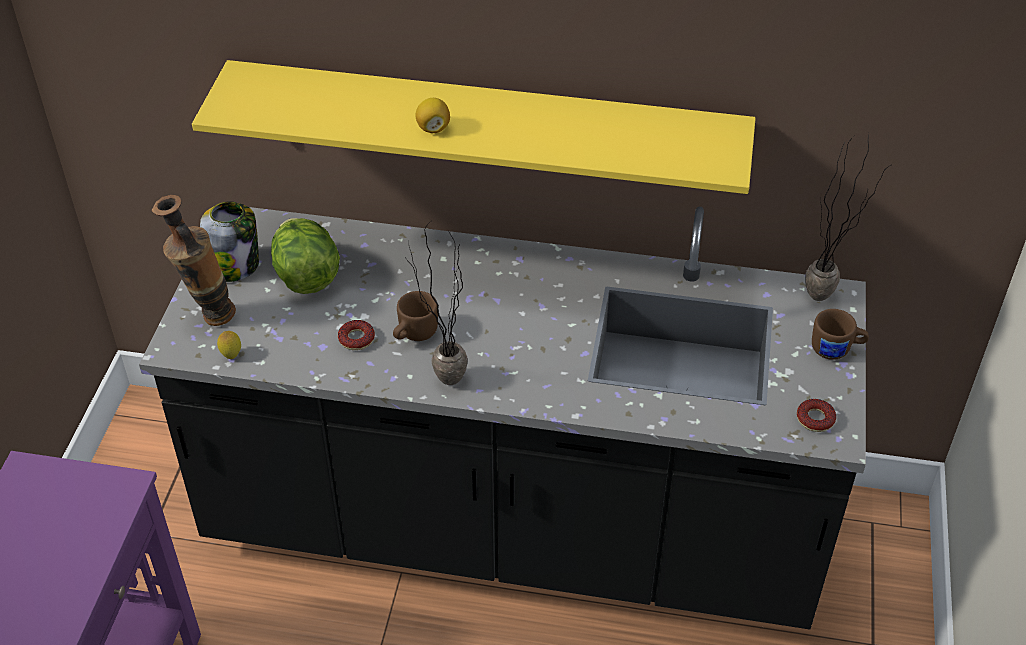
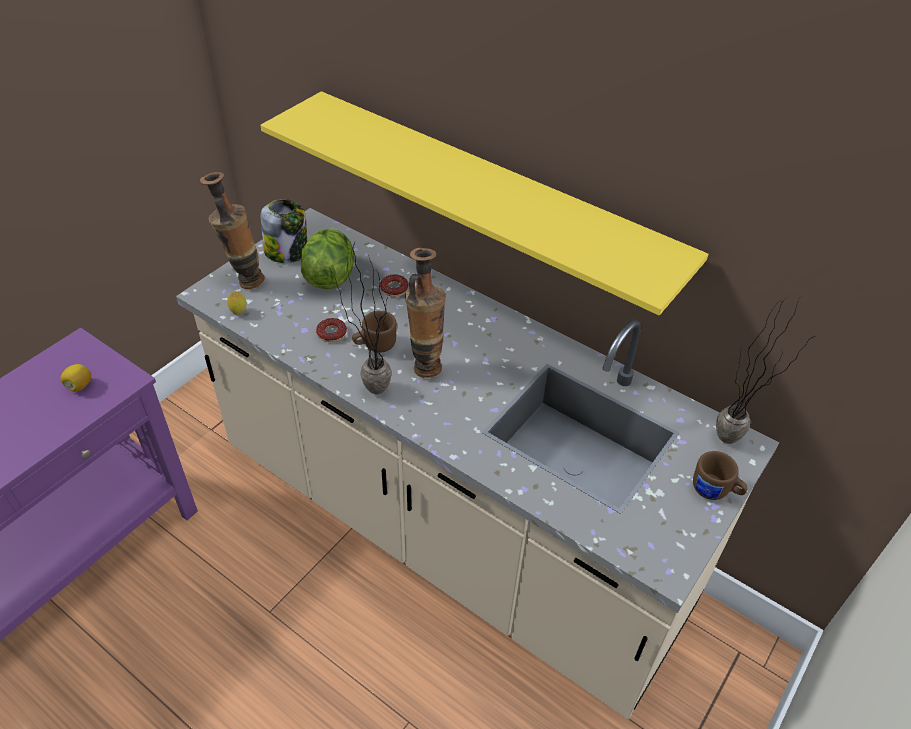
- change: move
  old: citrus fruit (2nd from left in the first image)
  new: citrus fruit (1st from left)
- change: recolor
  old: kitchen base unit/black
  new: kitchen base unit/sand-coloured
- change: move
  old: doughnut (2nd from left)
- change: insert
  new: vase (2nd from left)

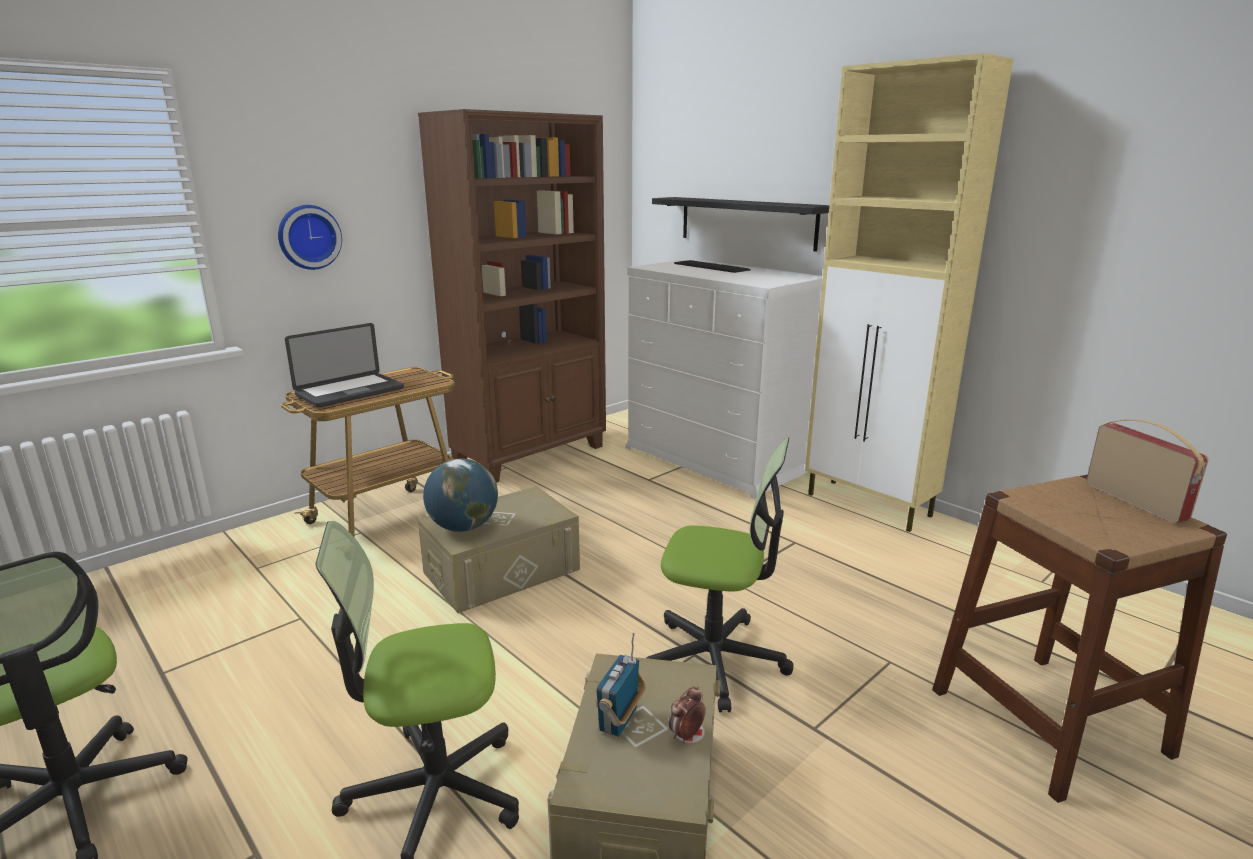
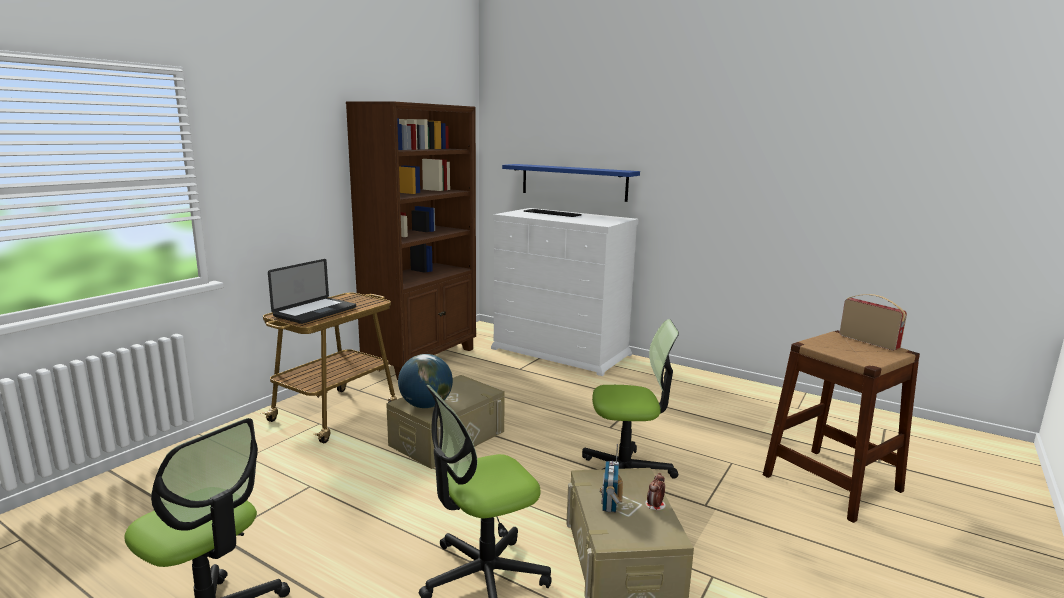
- change: recolor
  old: shelf/black
  new: shelf/blue-coloured
- change: delete
  old: wall clock
- change: delete
  old: cupboard/sand-coloured

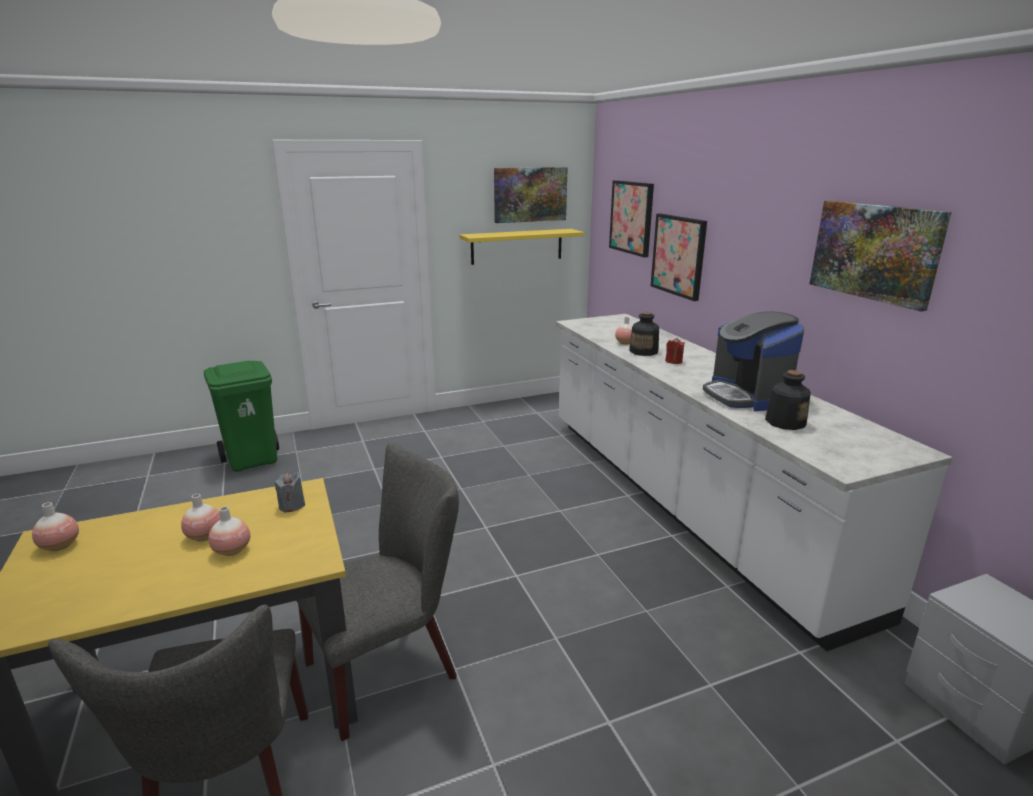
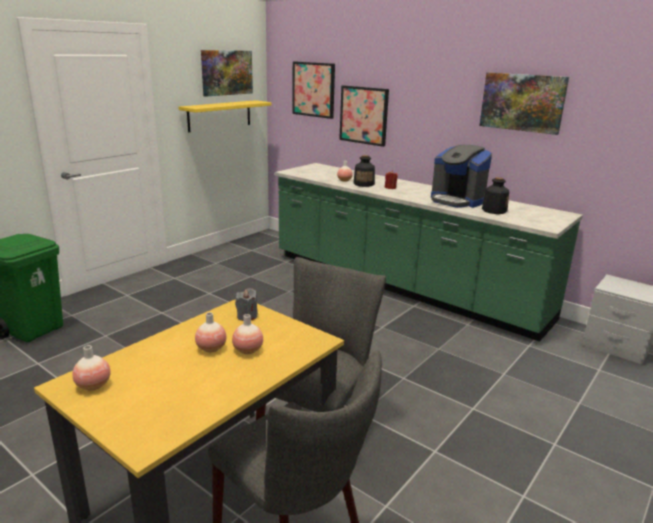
- change: recolor
  old: kitchen base unit/whitish
  new: kitchen base unit/green

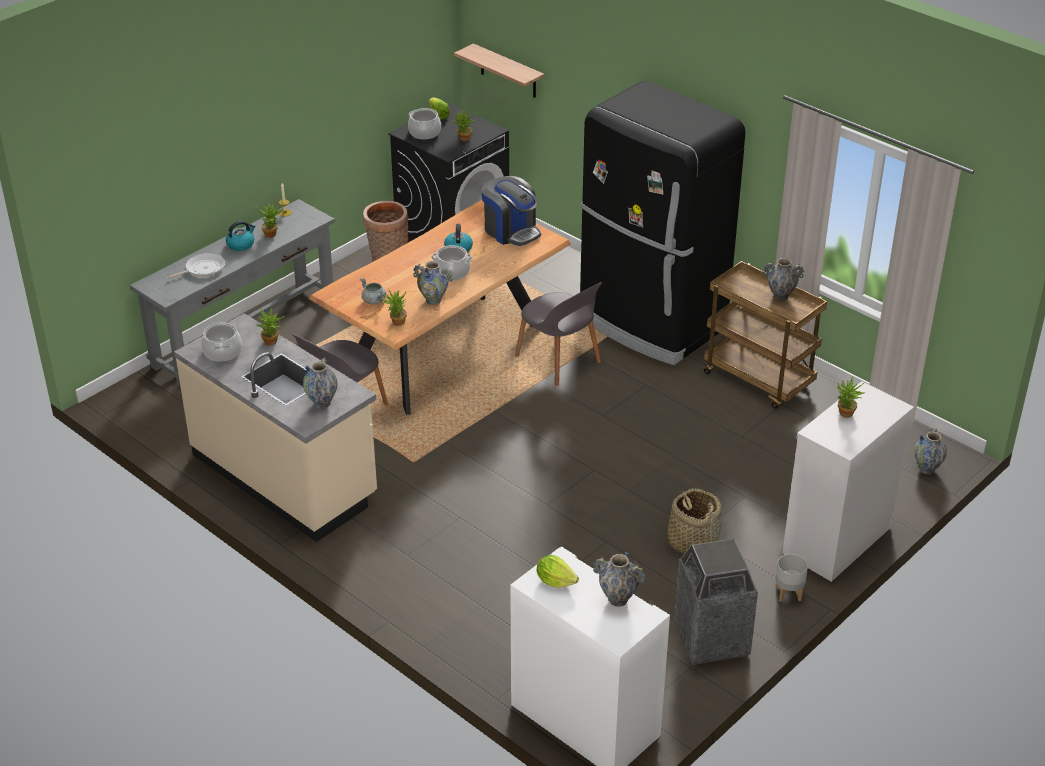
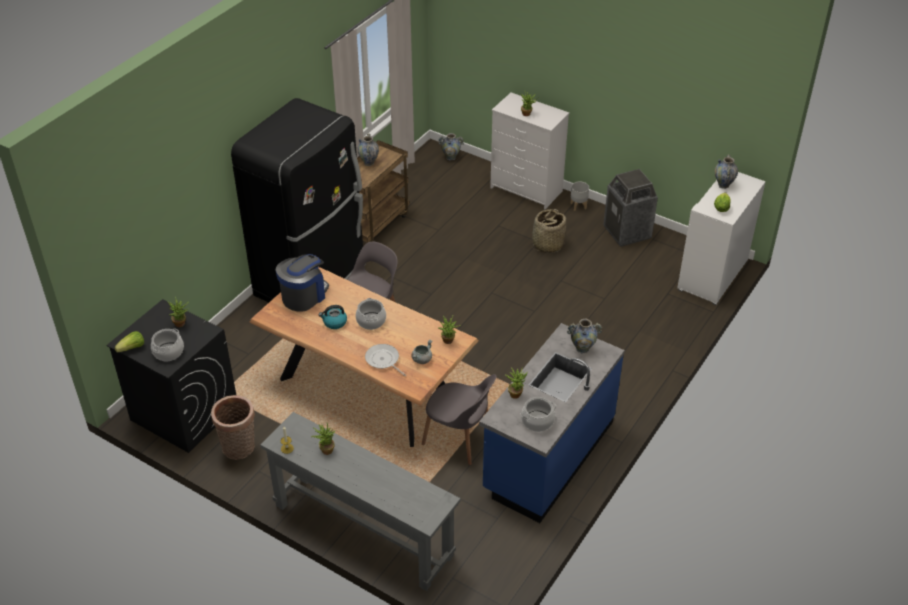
- change: move
  old: frying pan
- change: recolor
  old: kitchen base unit/sand-coloured
  new: kitchen base unit/blue-coloured
- change: delete
  old: tea kettle (1st from left)
- change: delete
  old: vase (2nd from left)
- change: delete
  old: shelf

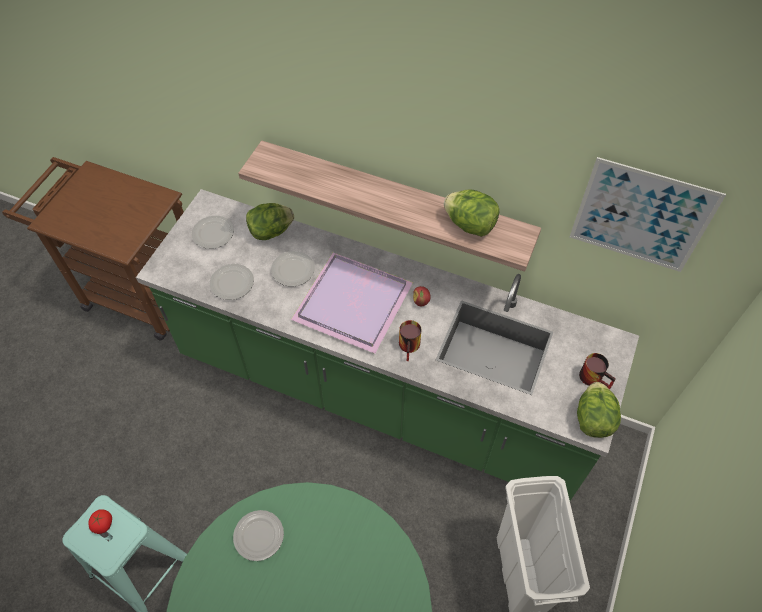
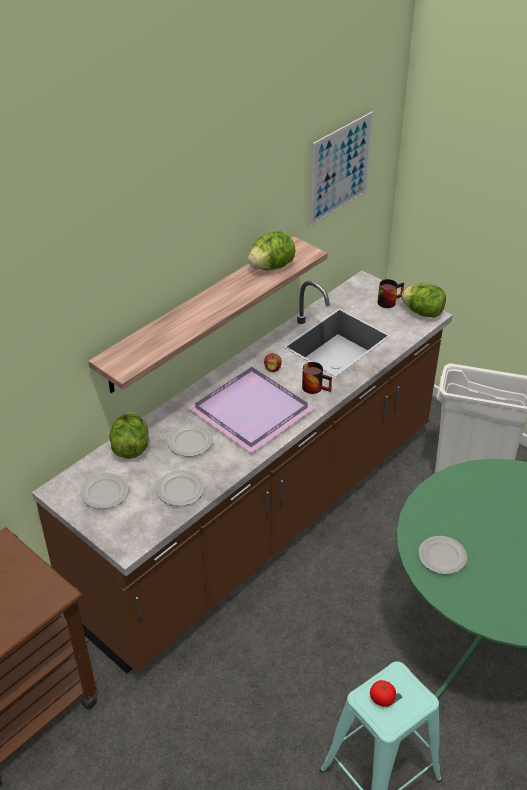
- change: recolor
  old: kitchen base unit/green
  new: kitchen base unit/brown-coloured

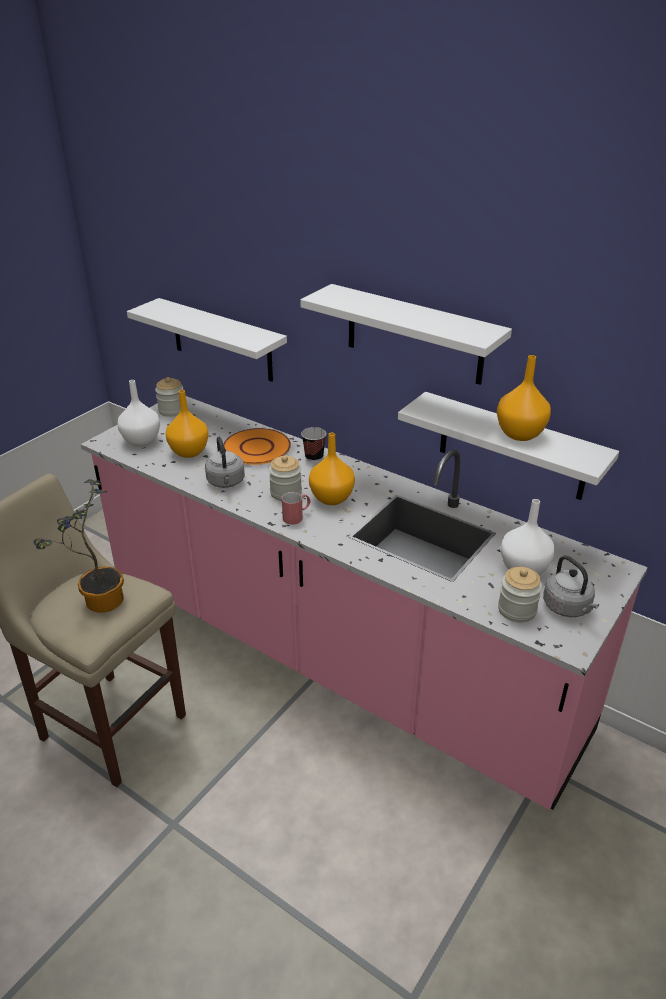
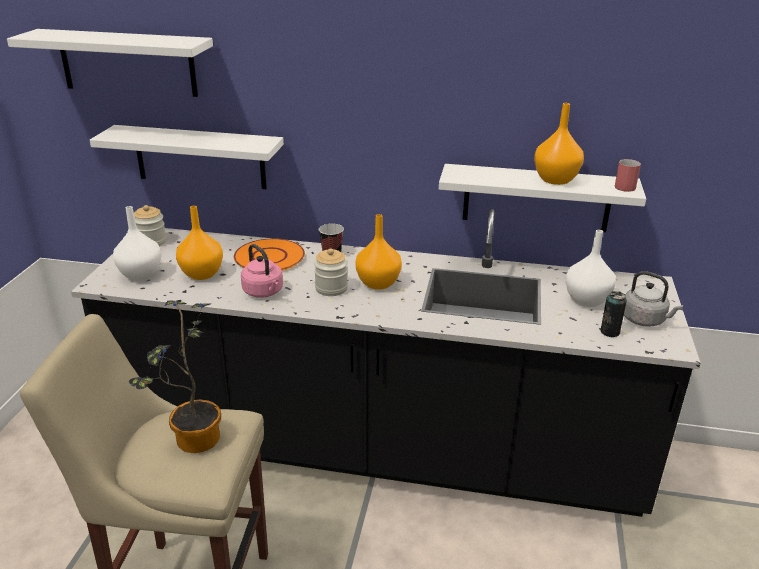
- change: move
  old: shelf/whitish (2nd from left in the first image)
  new: shelf/whitish (1st from left)
- change: recolor
  old: kitchen base unit/pinkish
  new: kitchen base unit/black
- change: recolor
  old: tea kettle/greyish (1st from left)
  new: tea kettle/pinkish
- change: replace
  old: jar (3rd from left)
  new: can
- change: move
  old: mug/reddish

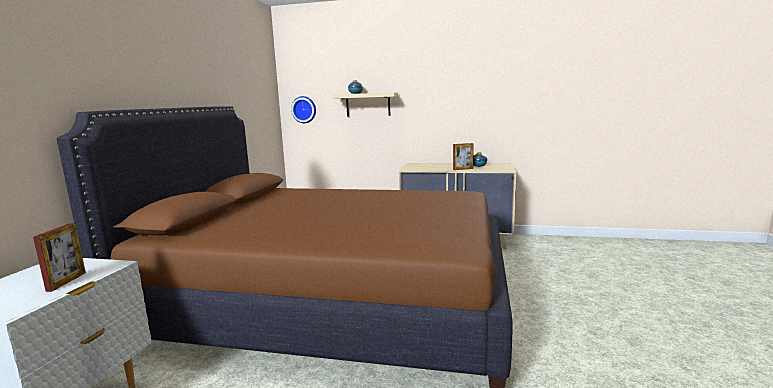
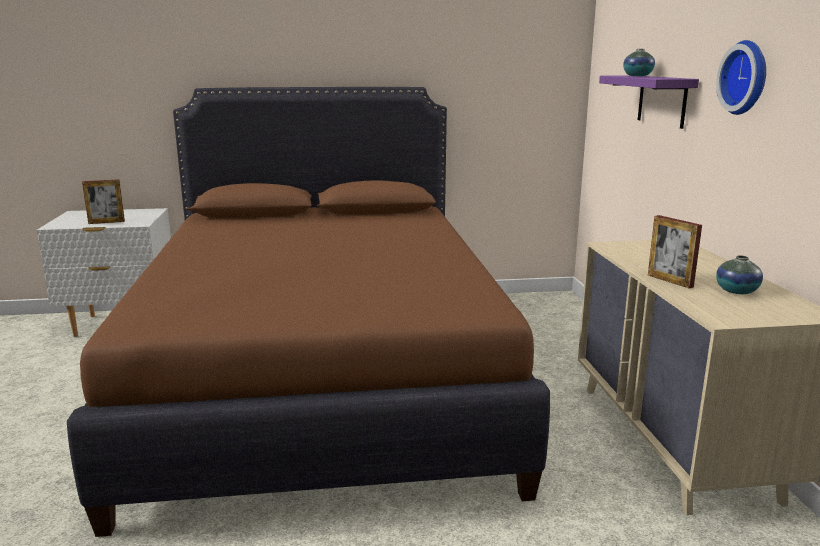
- change: recolor
  old: shelf/sand-coloured
  new: shelf/purple-coloured
- change: move
  old: wall clock

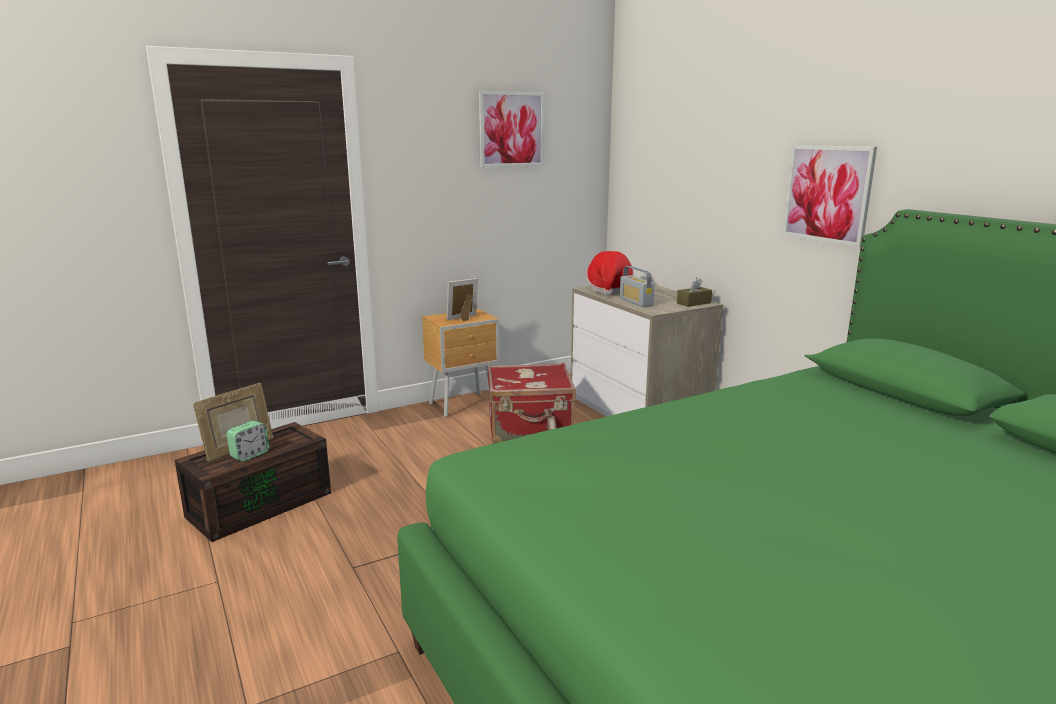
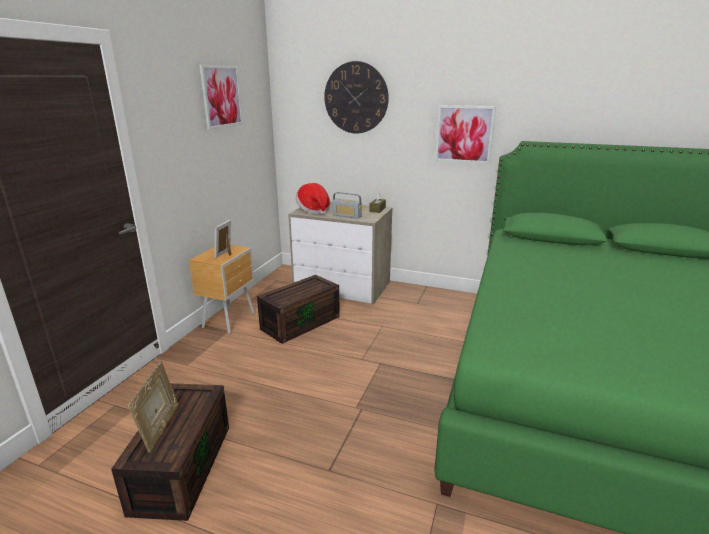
- change: replace
  old: travel case/reddish
  new: storage bin/brown-coloured (2nd from left)
- change: insert
  new: wall clock
- change: delete
  old: bedside clock

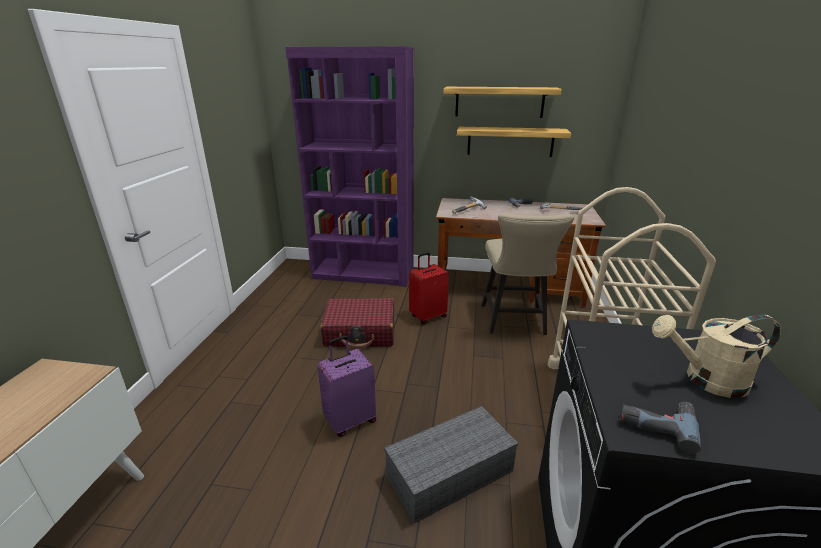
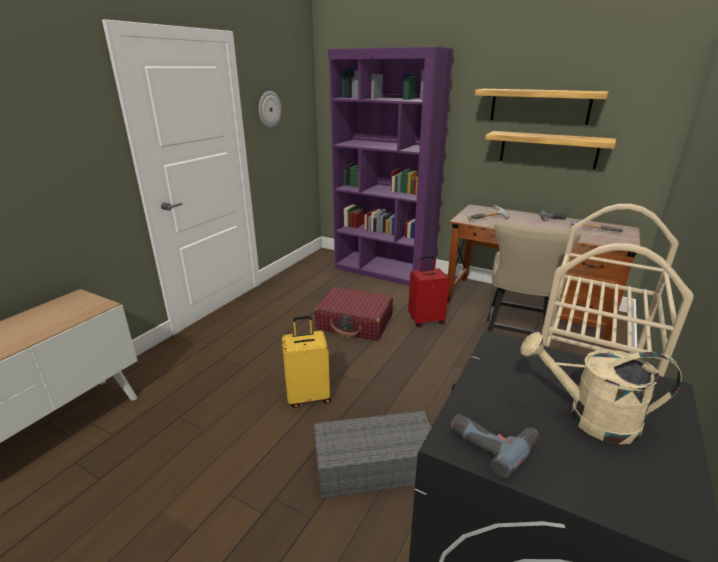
- change: insert
  new: wall clock
- change: recolor
  old: travel case/purple-coloured
  new: travel case/yellow

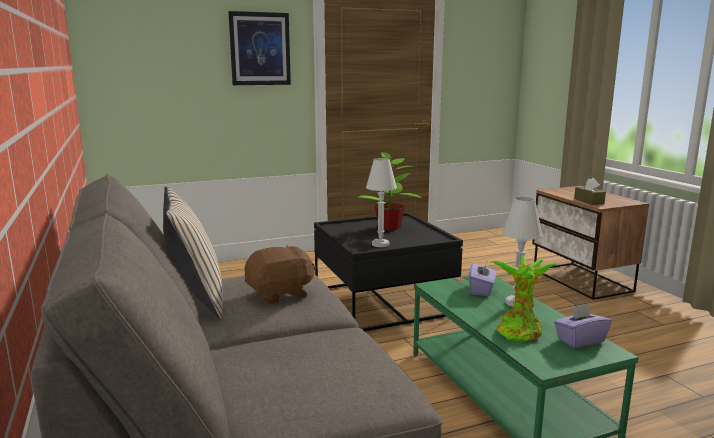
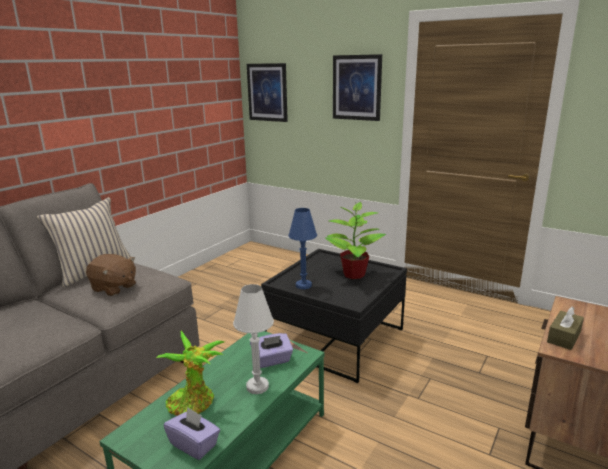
- change: insert
  new: wall art (1st from left)
- change: recolor
  old: lamp for a table/whitish (1st from left)
  new: lamp for a table/blue-coloured

